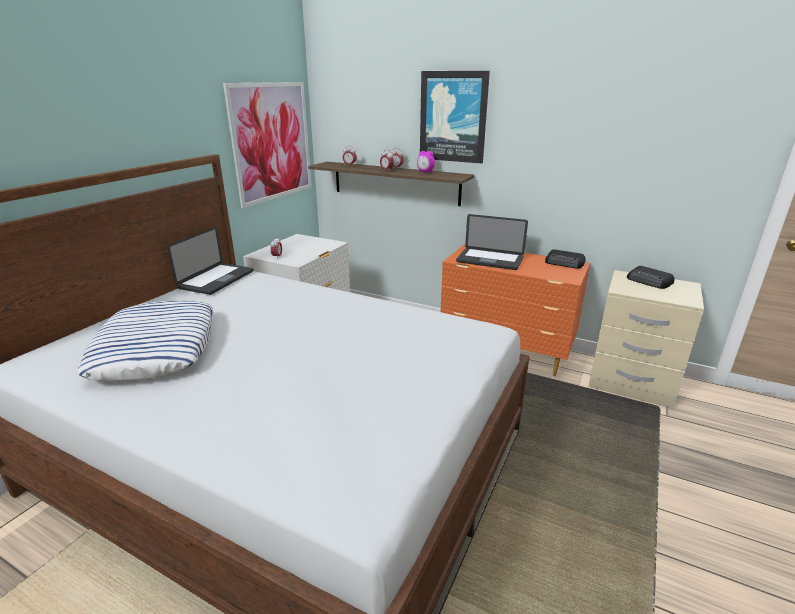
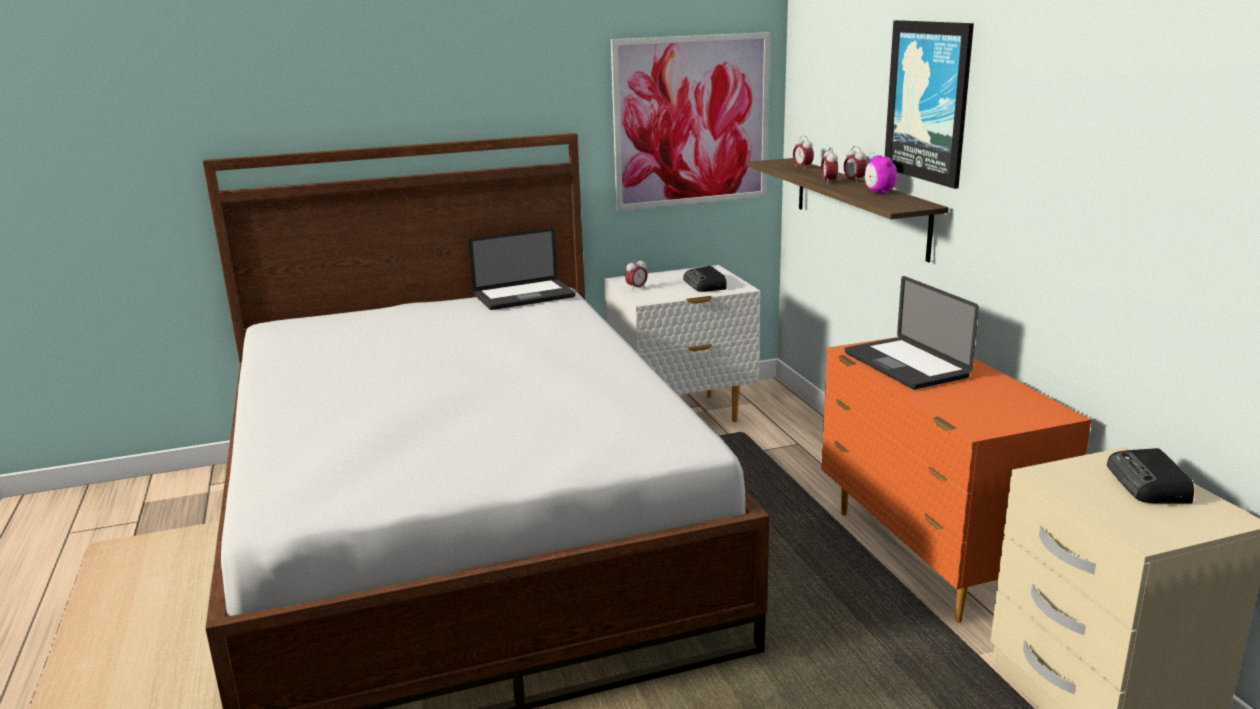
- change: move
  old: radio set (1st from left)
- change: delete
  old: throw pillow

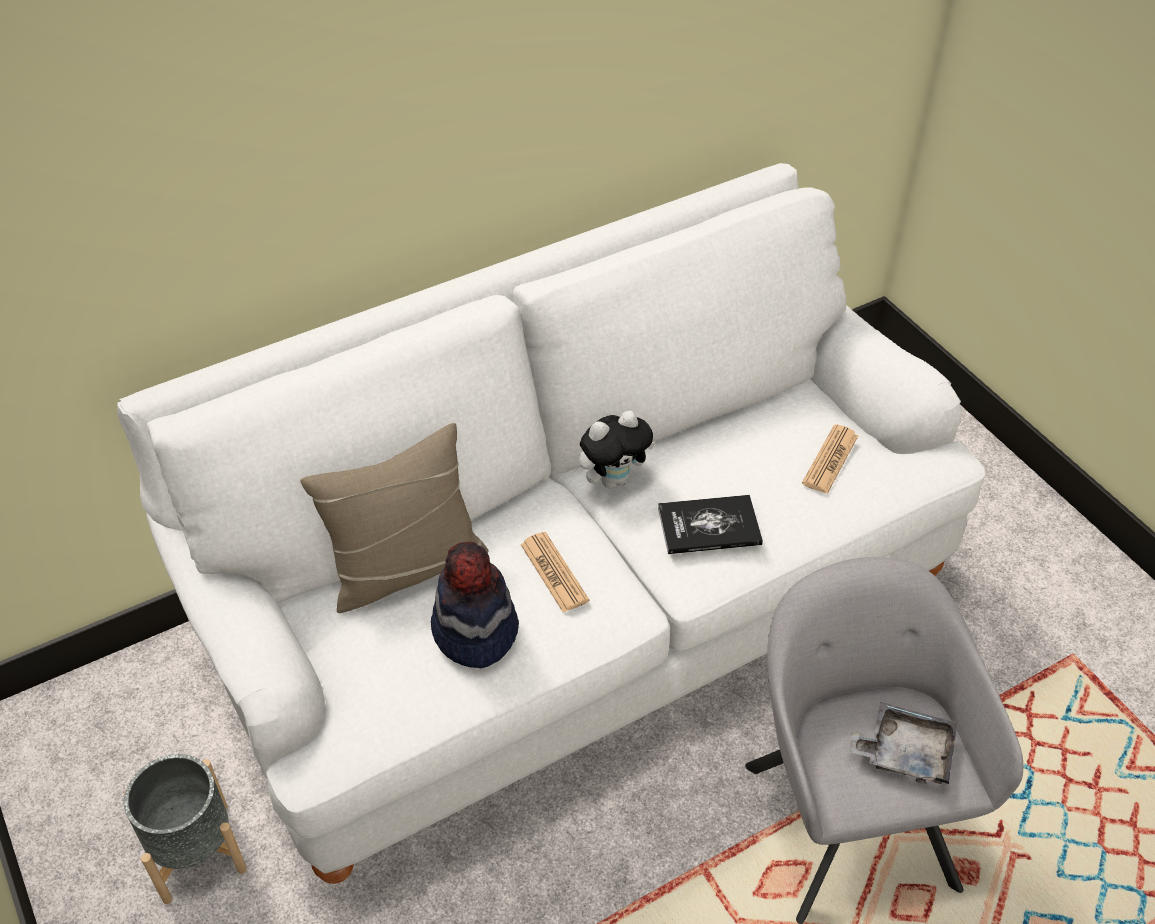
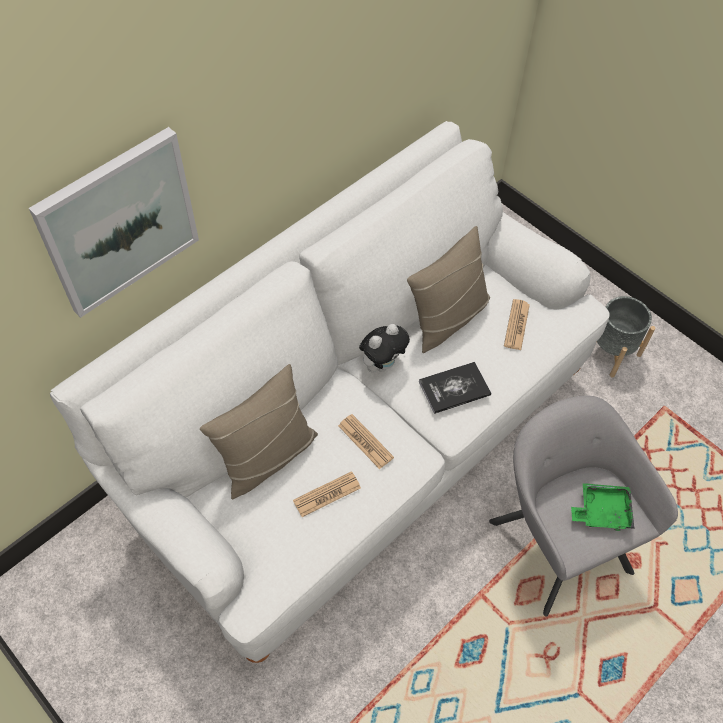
- change: insert
  new: wall art
- change: replace
  old: wearable hat
  new: printed paper (1st from left)
- change: insert
  new: throw pillow/sand-coloured (2nd from left)
- change: recolor
  old: carrying tray/greyish
  new: carrying tray/green
- change: move
  old: flower pot/greyish

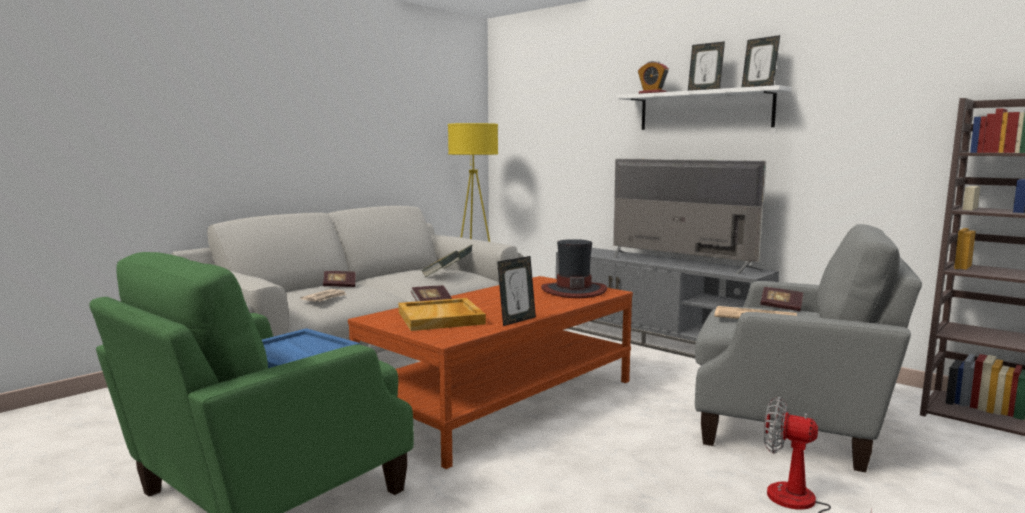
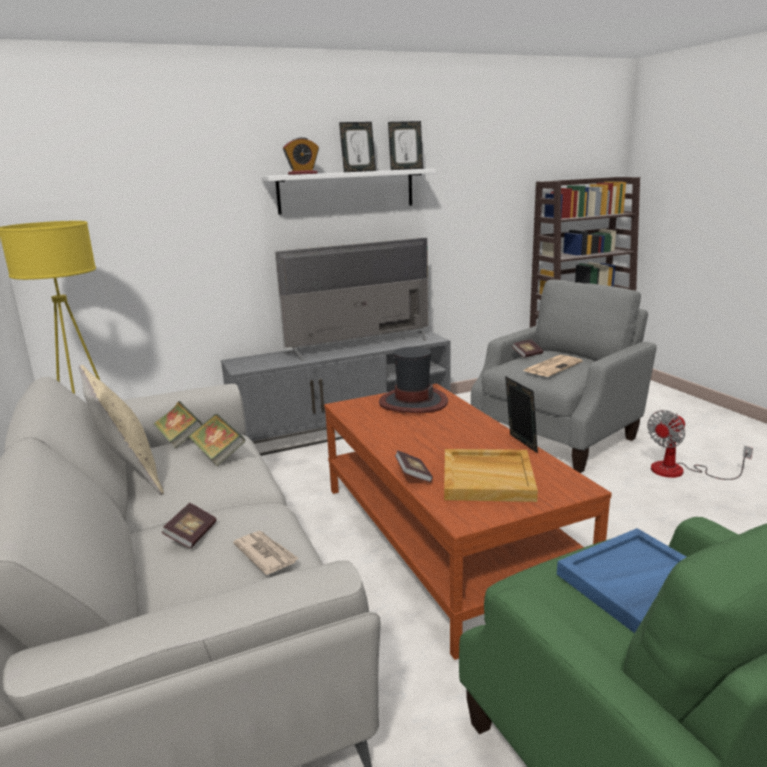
- change: insert
  new: throw pillow/sand-coloured

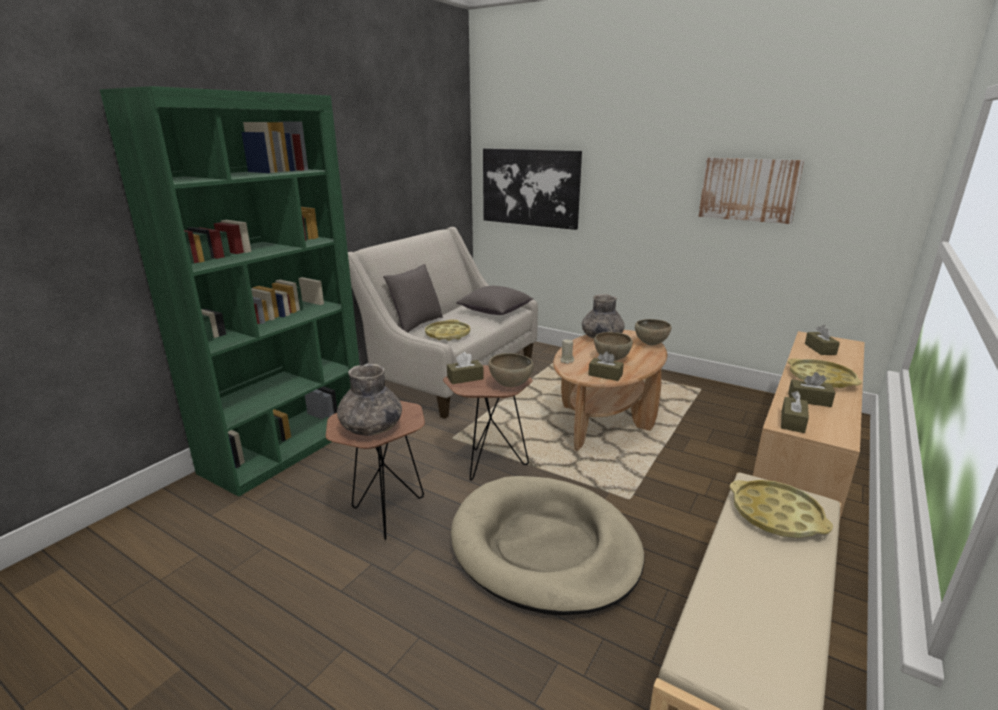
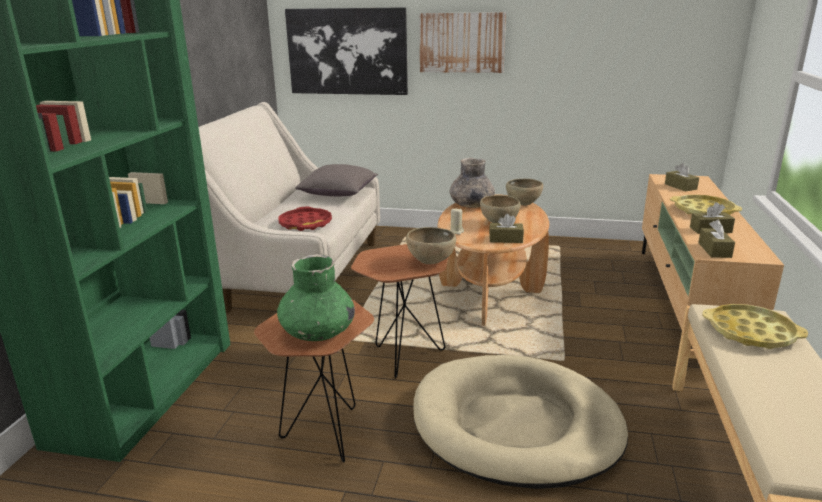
- change: recolor
  old: vase/greyish (1st from left)
  new: vase/green
- change: recolor
  old: carrying tray/yellow (1st from left)
  new: carrying tray/reddish
- change: move
  old: wall art (2nd from left)
- change: delete
  old: throw pillow/greyish (1st from left)
- change: delete
  old: tissue holder/brown-coloured (1st from left)

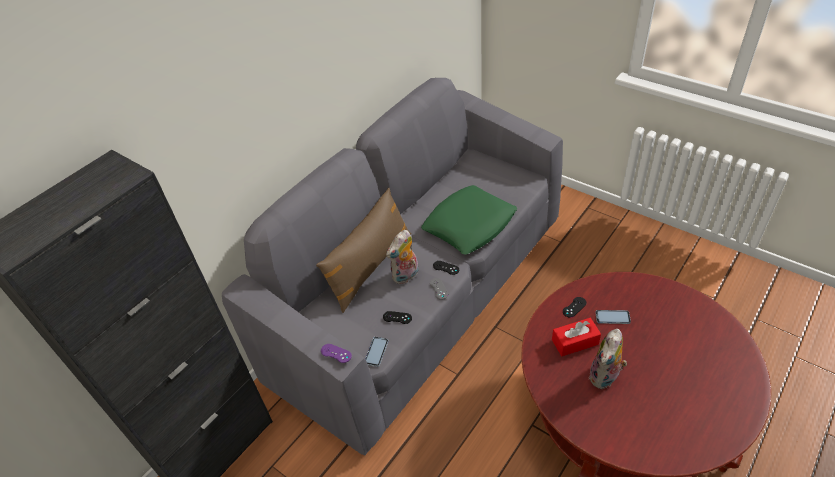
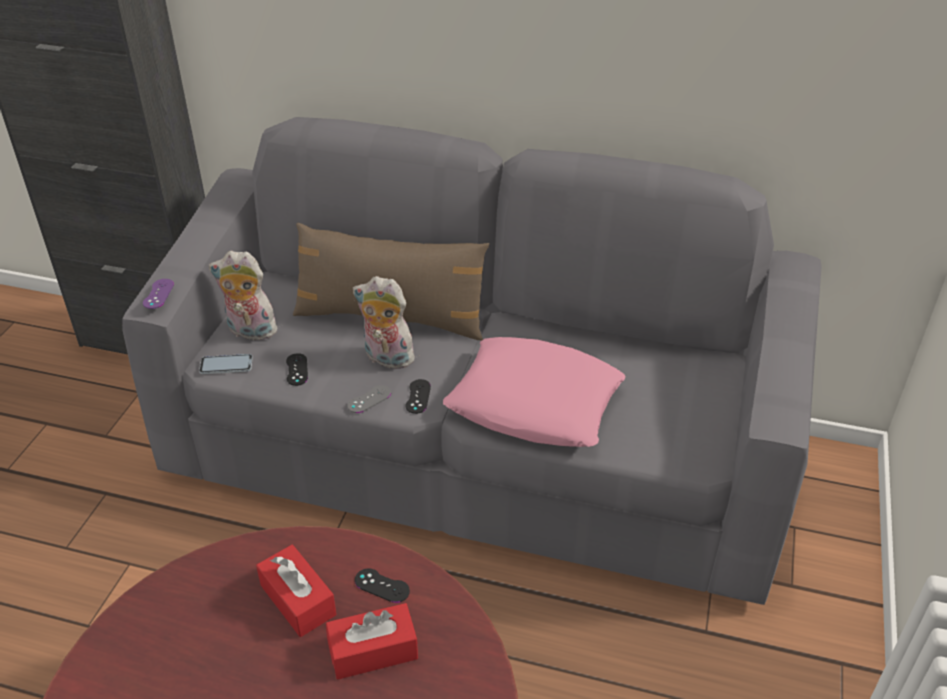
- change: move
  old: cuddly toy (2nd from left in the first image)
  new: cuddly toy (1st from left)
- change: replace
  old: phone (2nd from left)
  new: tissue holder/reddish (2nd from left)
- change: recolor
  old: throw pillow/green
  new: throw pillow/pinkish

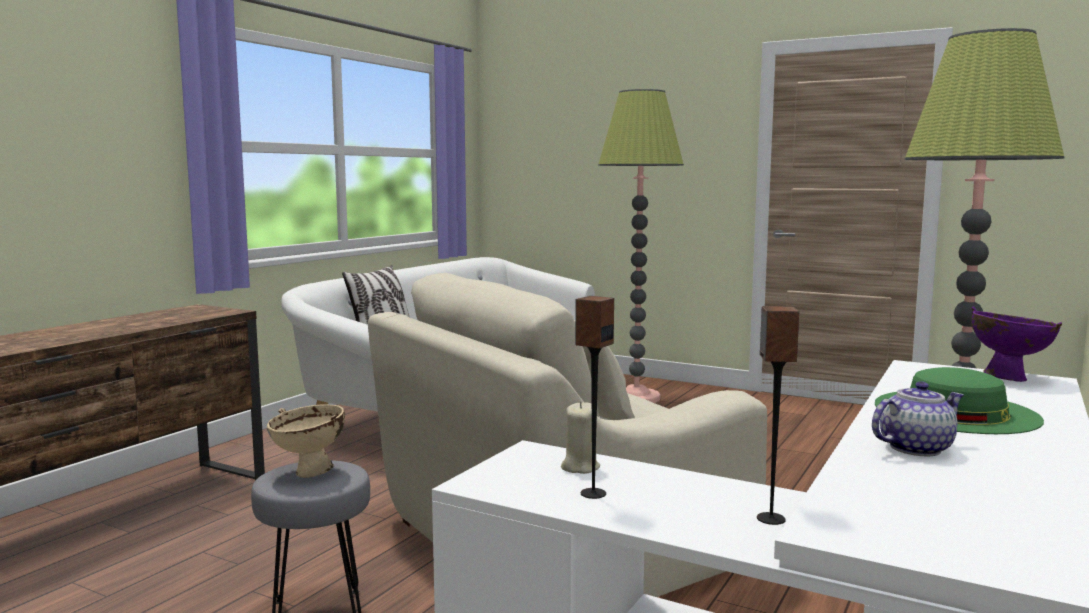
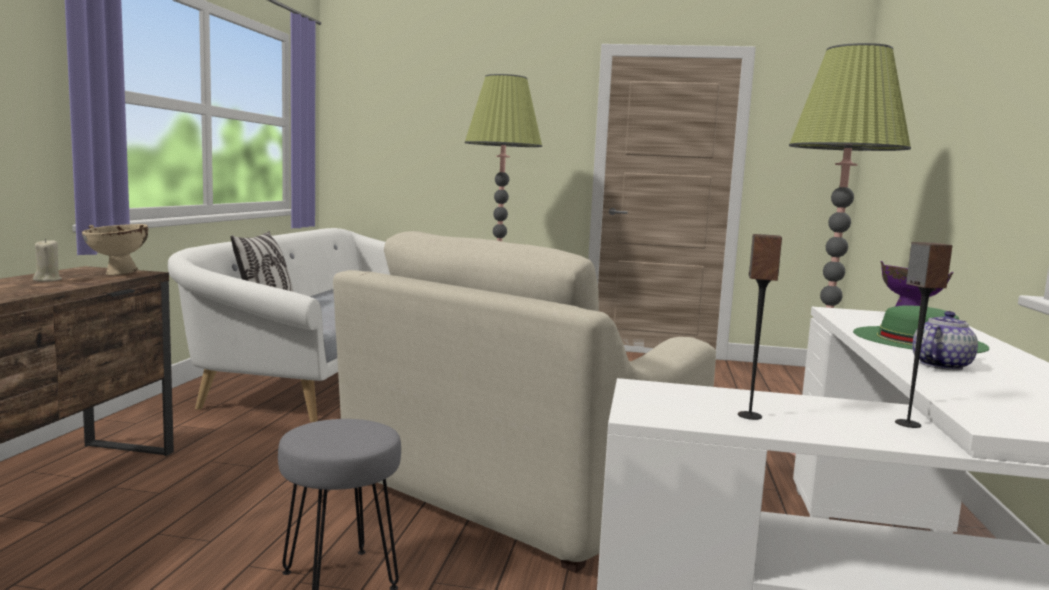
- change: move
  old: wax light/sand-coloured
- change: move
  old: deep dish/sand-coloured

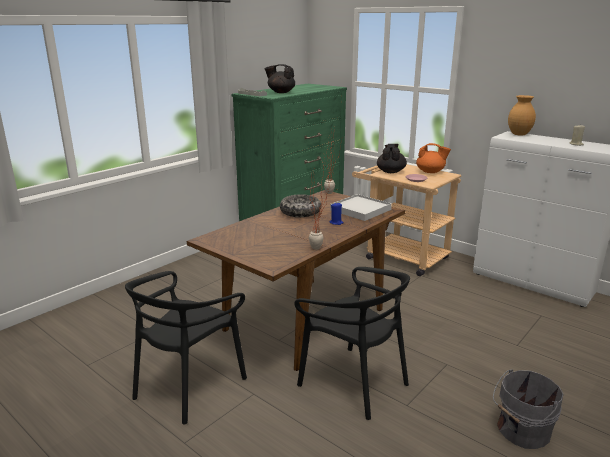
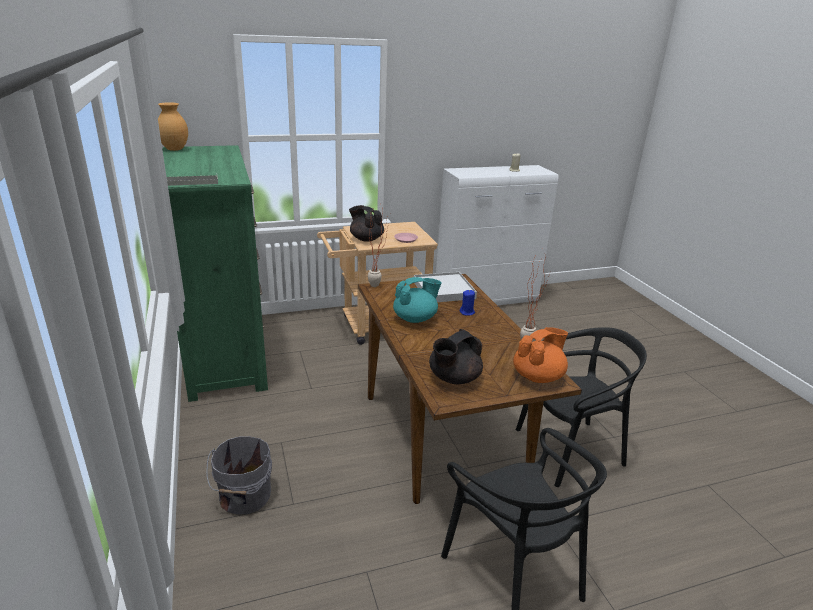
- change: move
  old: vase/brown-coloured
- change: move
  old: water bucket/greyish
- change: replace
  old: deep dish
  new: teapot/turquoise-coloured
- change: move
  old: teapot/black (1st from left in the first image)
  new: teapot/black (2nd from left)
- change: move
  old: teapot/orangey

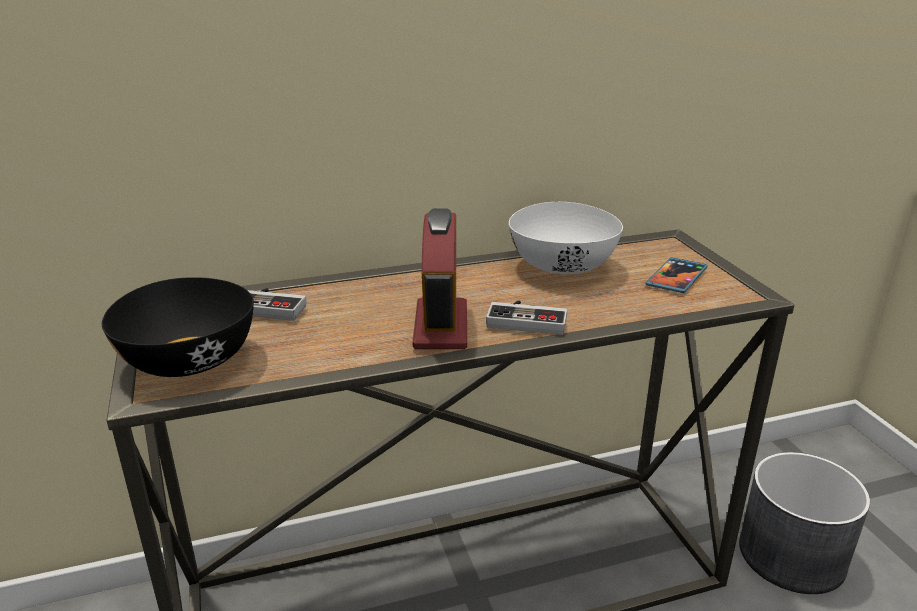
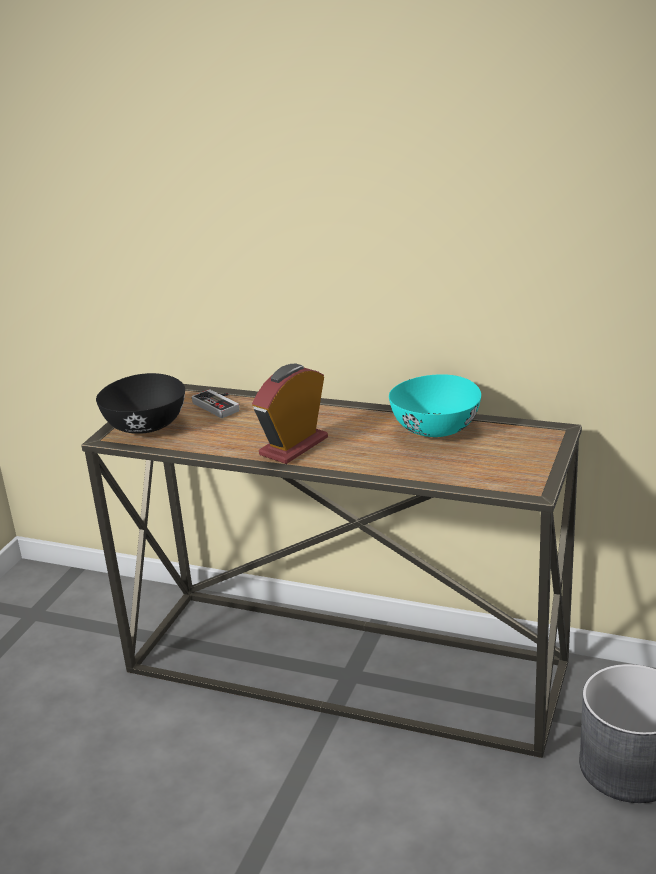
- change: recolor
  old: deep dish/whitish
  new: deep dish/turquoise-coloured
- change: delete
  old: gamepad (2nd from left)
- change: delete
  old: phone

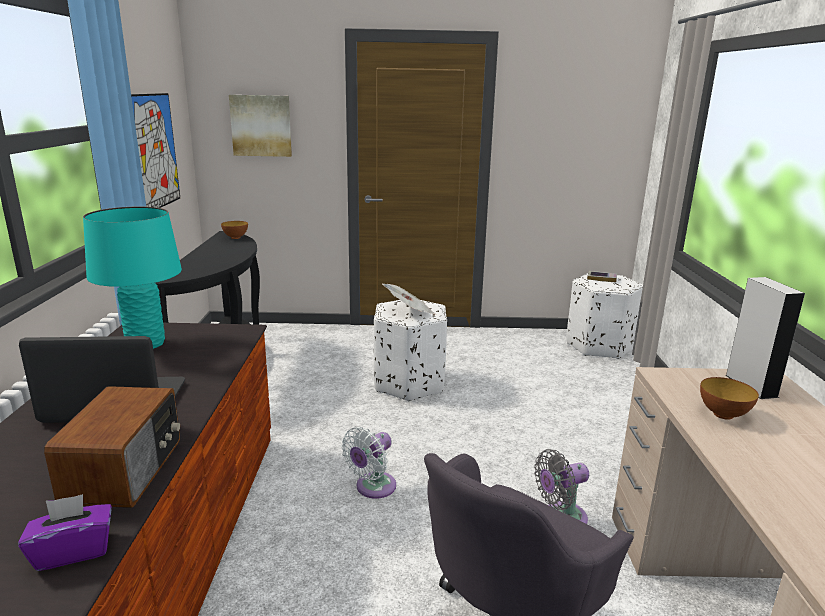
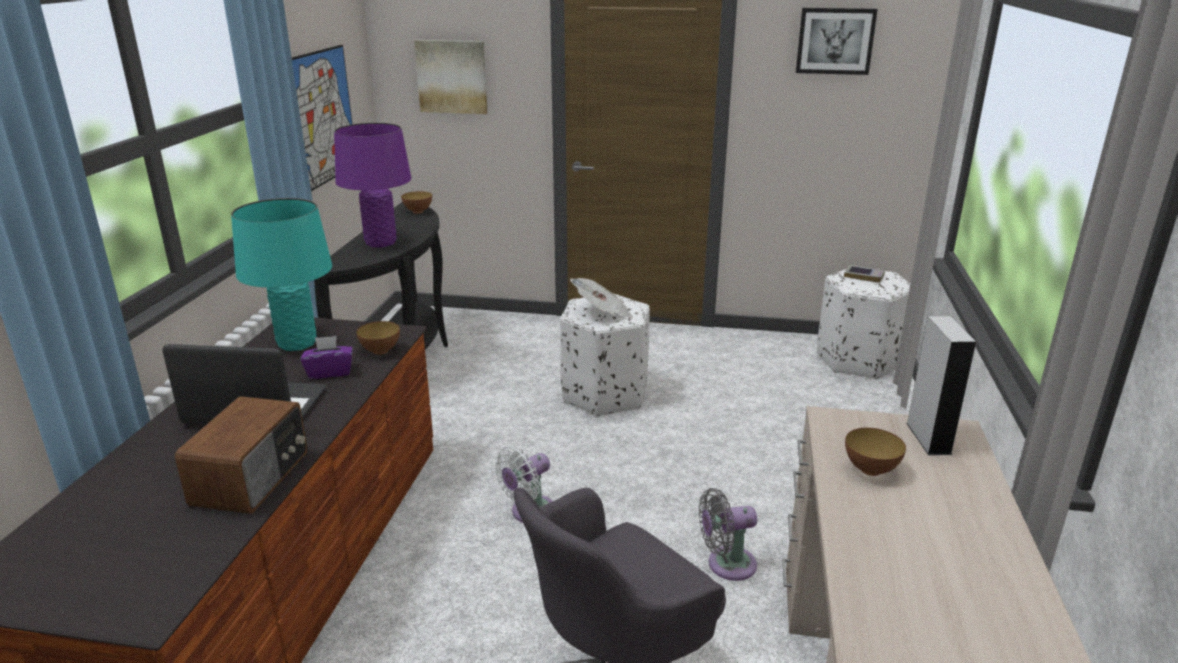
- change: move
  old: tissue holder/purple-coloured
- change: insert
  new: lamp for a table/purple-coloured
- change: insert
  new: deep dish (1st from left)
- change: insert
  new: wall art (3rd from left)

